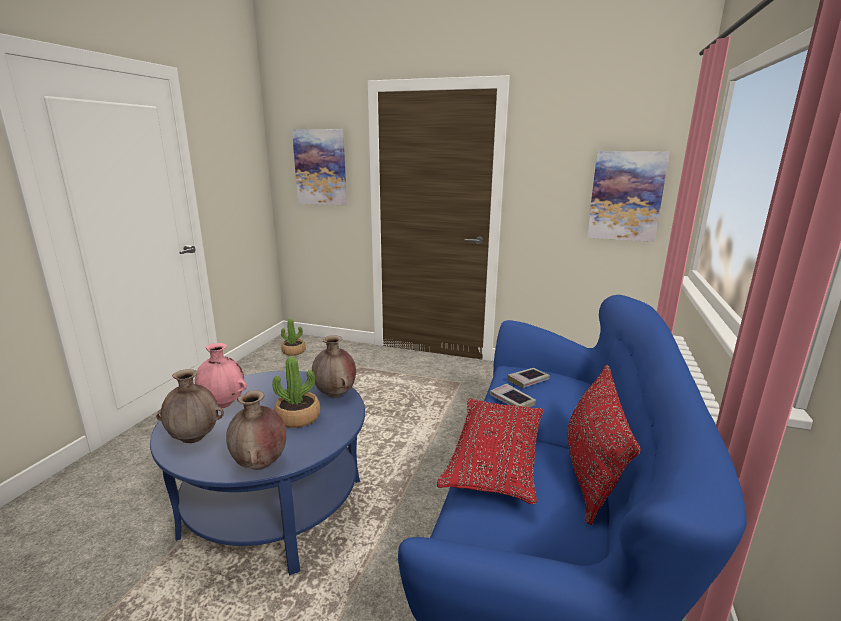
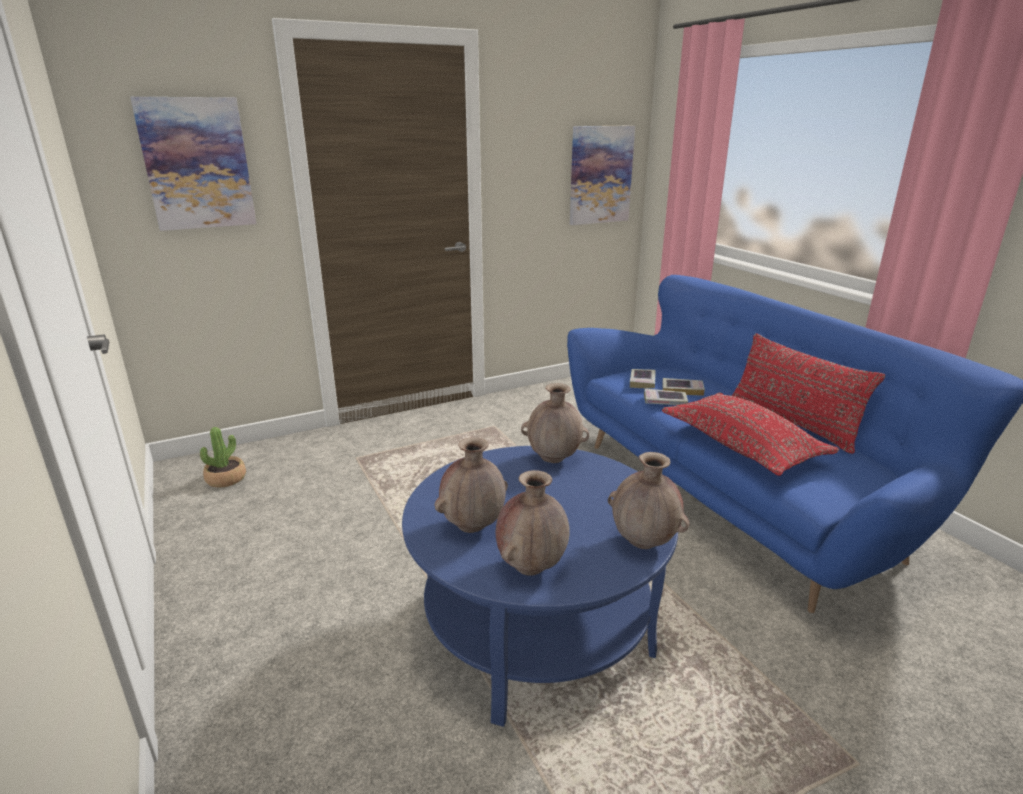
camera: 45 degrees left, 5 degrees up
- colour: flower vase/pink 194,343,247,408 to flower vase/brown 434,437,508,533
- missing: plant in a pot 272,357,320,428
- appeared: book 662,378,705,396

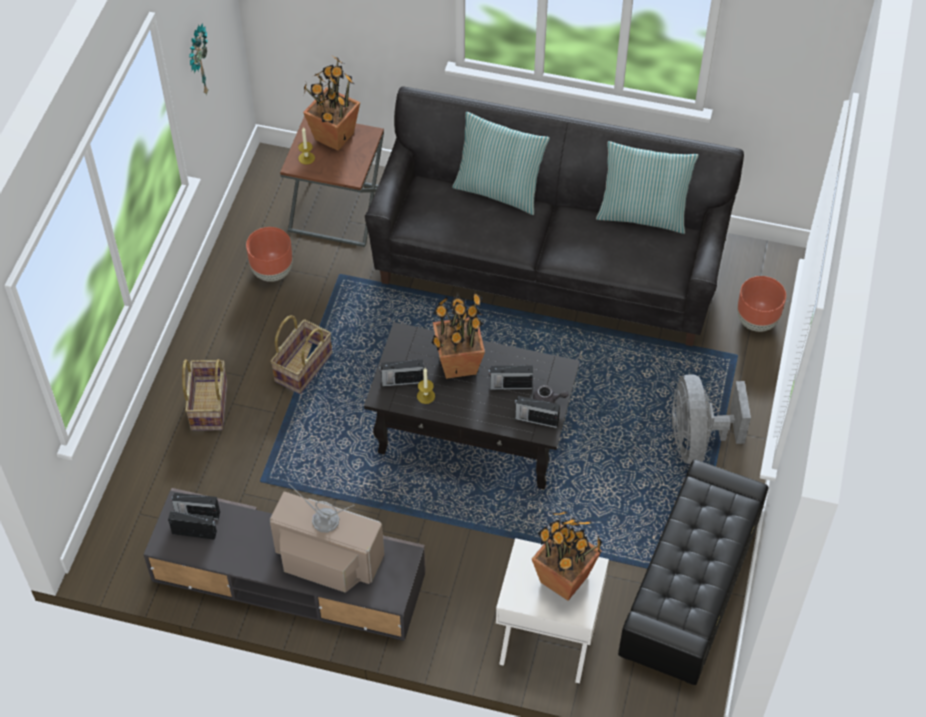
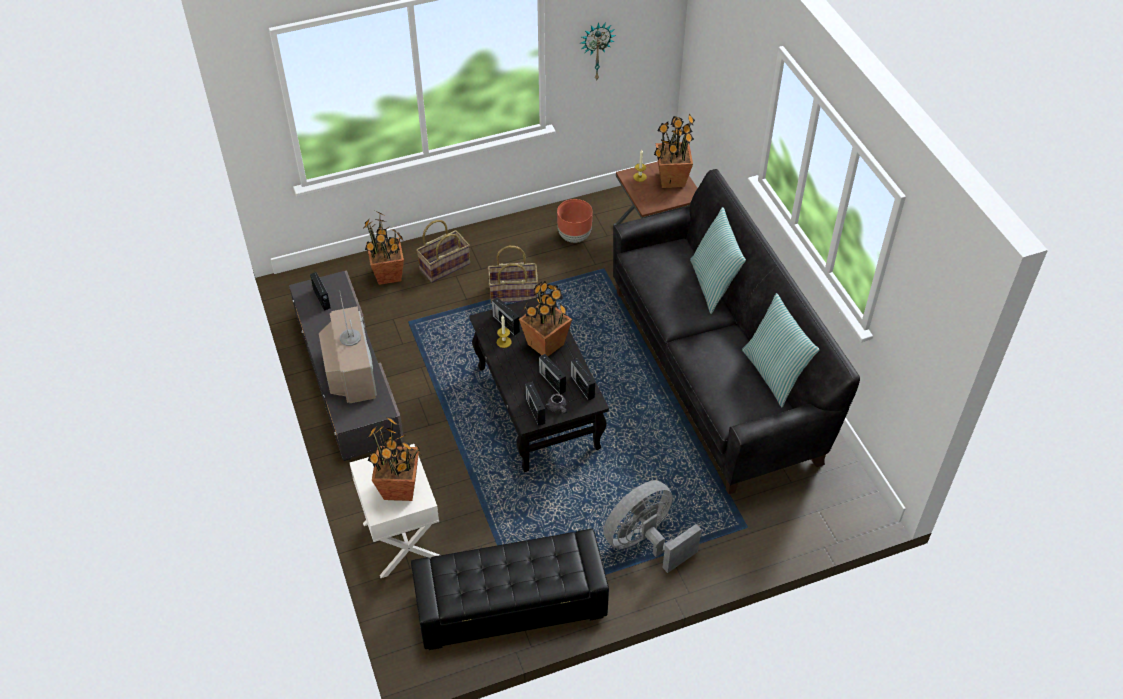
camera: 55 degrees right, 5 degrees down
- relocated: radio set 171,493,220,520 to 571,358,595,400
- missing: planter/brown 737,276,786,332
- appeared: plant in a pot 363,211,405,285

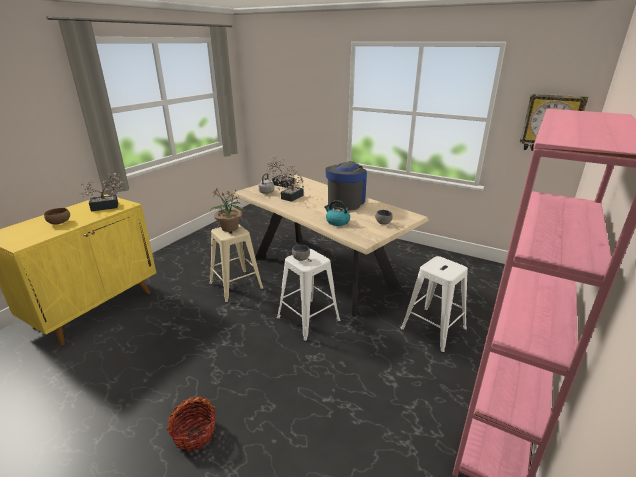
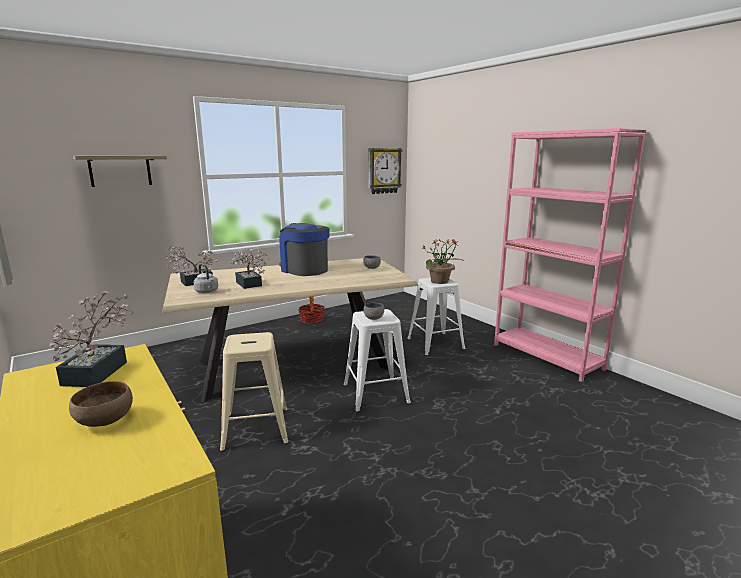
camera: 65 degrees left, 10 degrees down
- relocated: storage basket 166,396,215,452 to 298,296,325,324
- relocated: plant in a pot 210,187,244,232 to 422,239,462,284
- missing: kettle 324,200,350,226
- appeared: bracket shelf 73,155,167,187

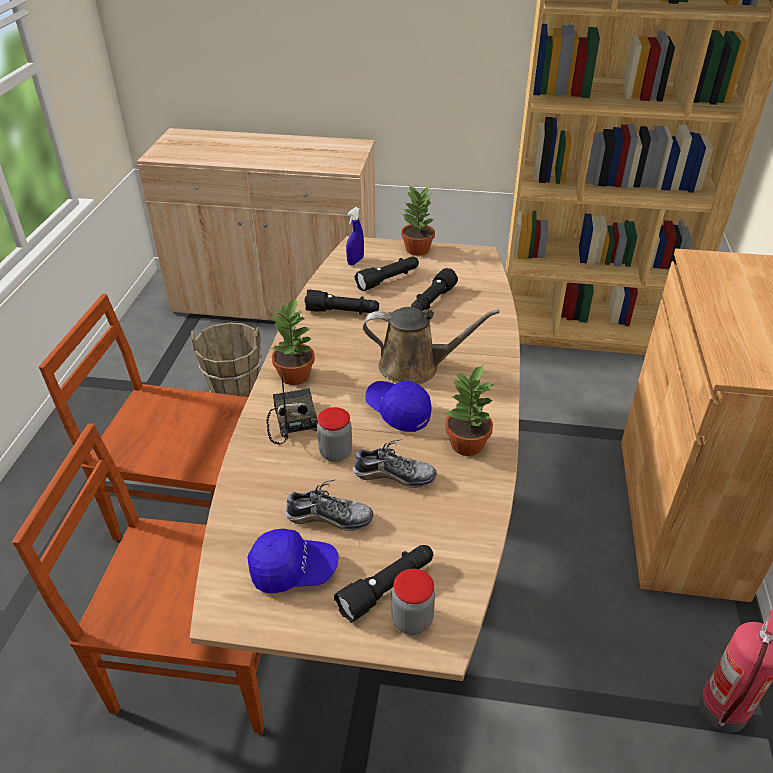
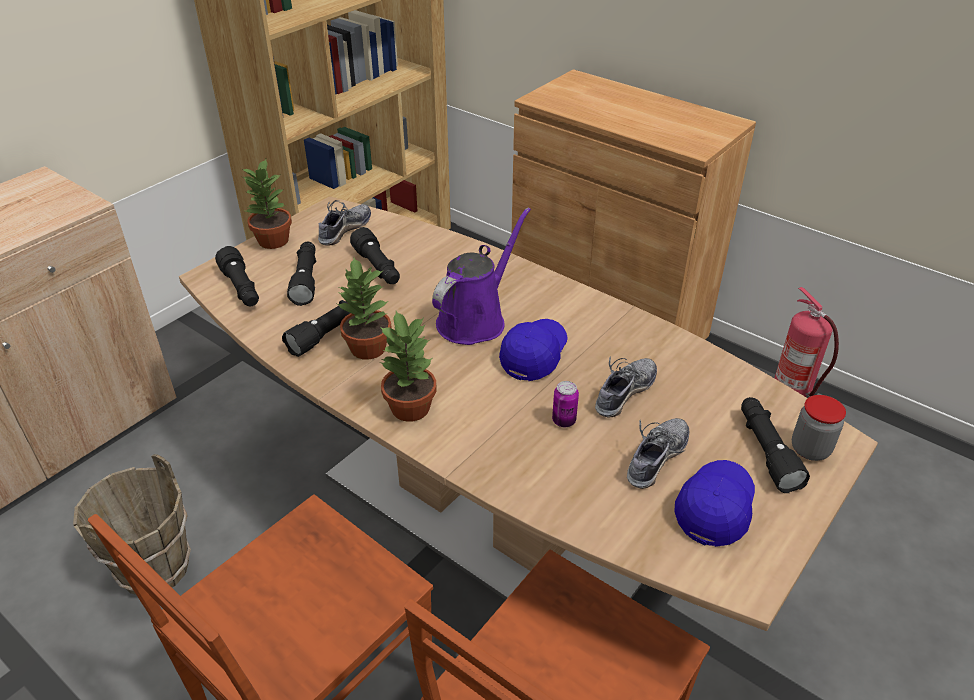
camera: 60 degrees left, 0 degrees up
- missing: radio set 267,375,318,444
- exchanged: preserve jar 317,407,352,462 to can 552,381,579,427
- exchanged: spray bottle/bluish 346,207,364,266 to torch/black-coloured 215,246,259,306
- colour: sprinkling can/brown 363,307,500,384 to sprinkling can/purple 432,207,531,345
- spun: baseball cap/bluish 365,381,432,432 = 499,319,568,381 135 degrees clockwise
- relocated: plant in a pot 445,365,494,456 to 337,258,392,360
- appeared: item of footwear 318,200,371,246

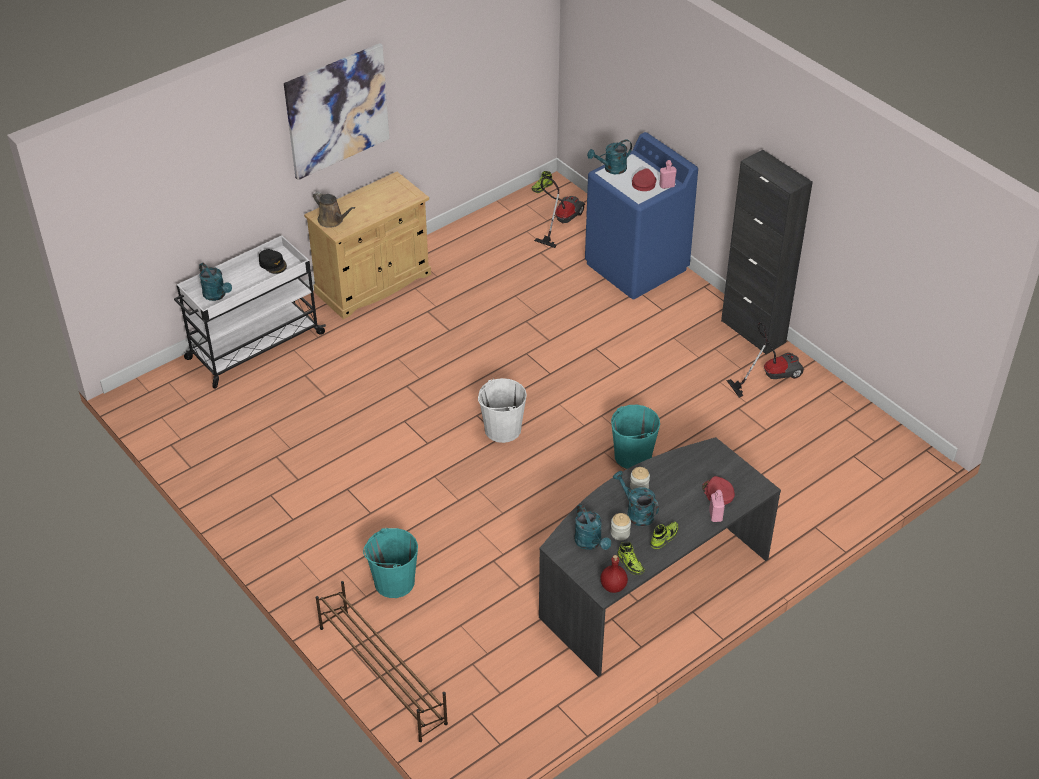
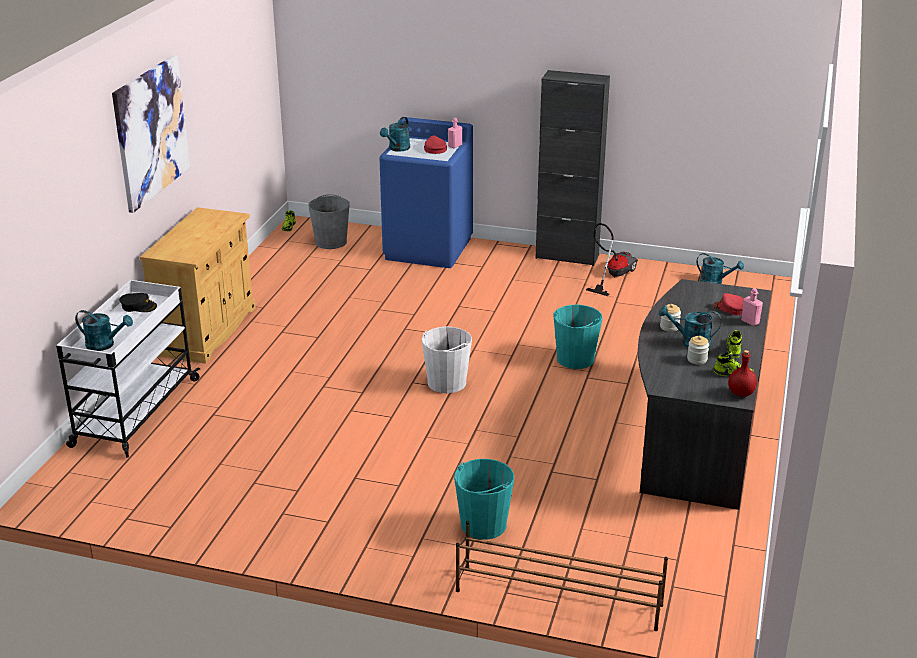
camera: 35 degrees left, 15 degrees down
- missing: sprinkling can/brown 313,192,355,228
- exchanged: vacuum cleaner 534,177,585,248 to water bucket/greyish 308,194,349,249
- relocated: sprinkling can/blue-green 574,504,611,550 to 696,253,744,284

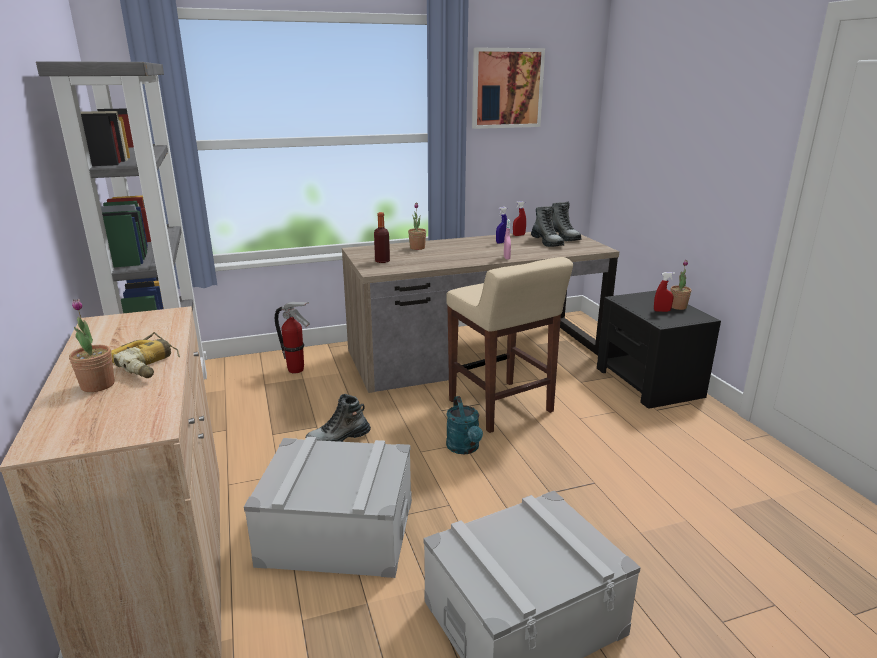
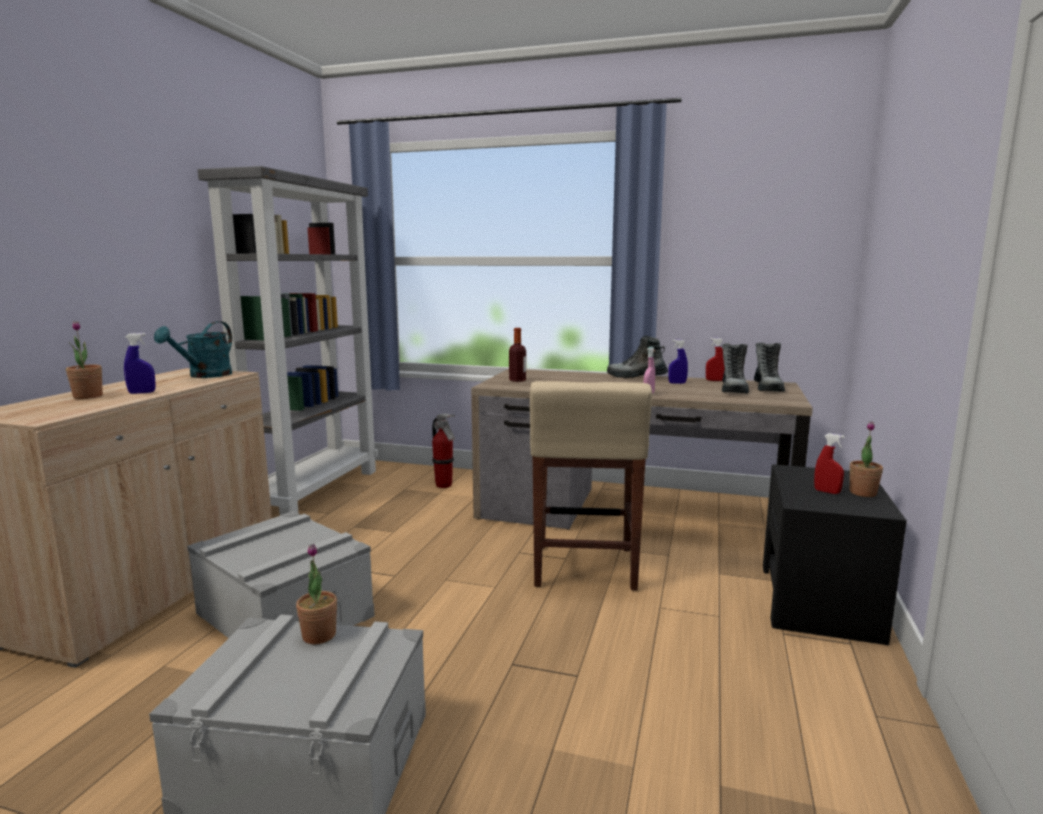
camera: 35 degrees right, 10 degrees down
- exchanged: drill 111,332,180,378 to spray bottle/bluish 124,333,155,394
- relocated: boot 306,394,371,442 to 607,336,668,379
- relocated: plant in a pot 408,203,426,250 to 296,544,337,644
- relocated: sprinkling can/blue-green 446,396,483,454 to 154,321,232,378
- missing: picture 472,47,545,129

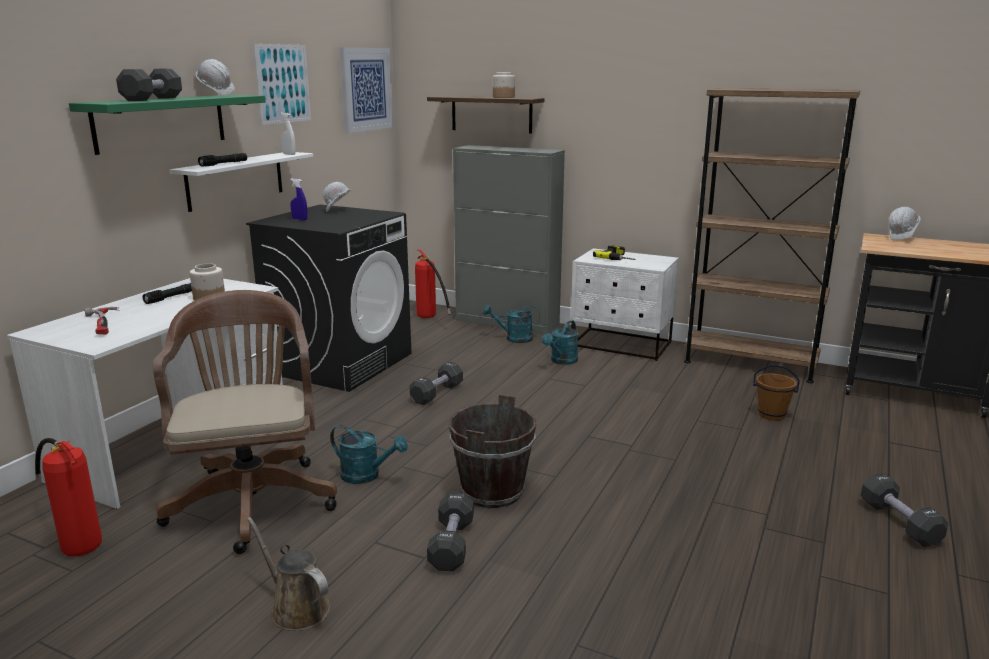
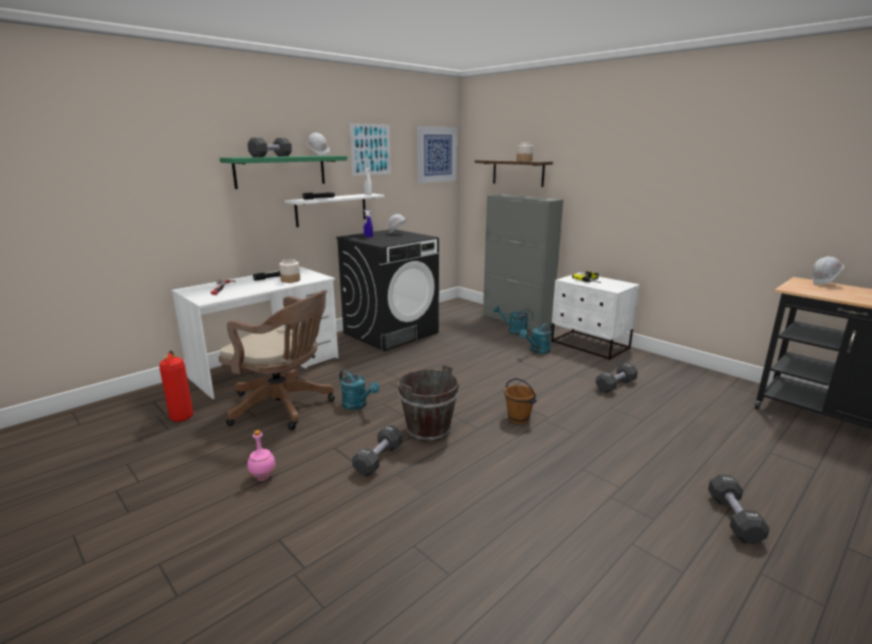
camera: 20 degrees right, 0 degrees up
- spun: computer chair/brown 153,290,337,554 = 219,290,335,430 105 degrees clockwise
- exchanged: sprinkling can/brown 247,517,330,631 to bottle/pink 248,430,276,481
- relocated: free weight/black-coloured 410,362,463,405 to 596,363,638,393
- missing: fire extinguisher 415,249,451,318
- missing: shelving unit/brown 684,88,860,383
- relocated: water bucket/brown 753,365,800,421 to 504,378,537,424

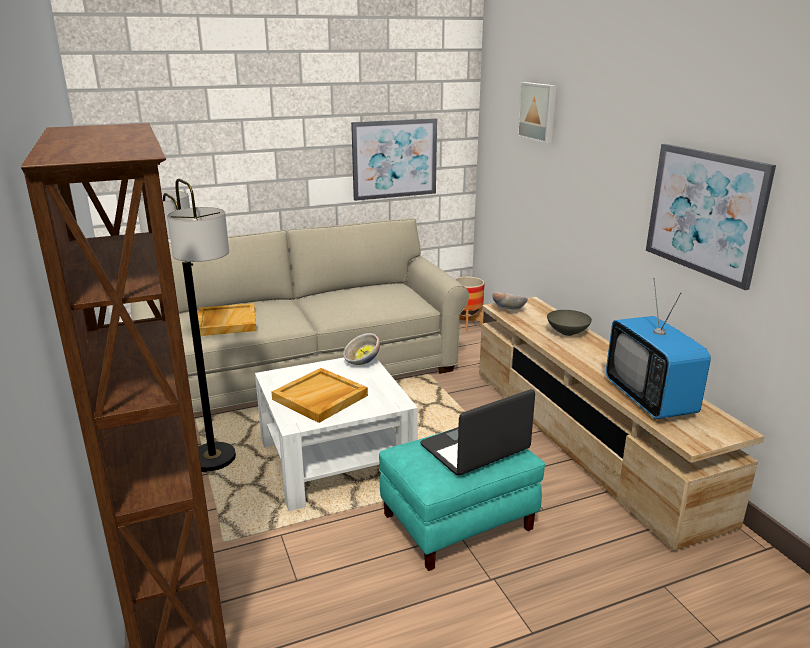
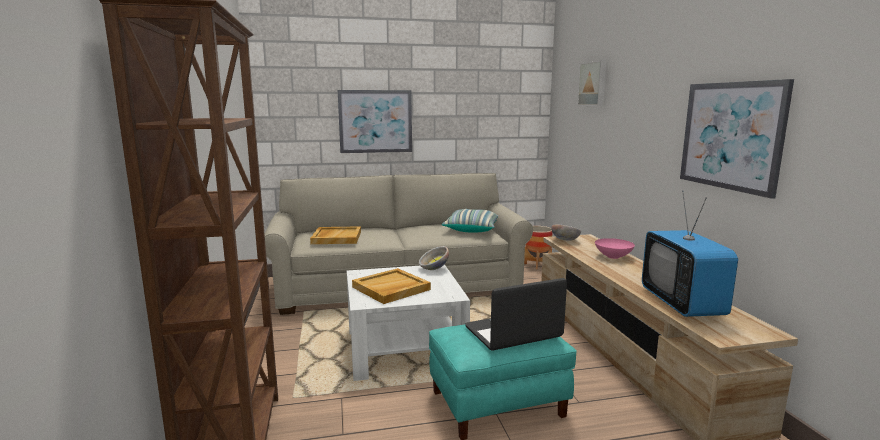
camera: 10 degrees right, 10 degrees down
- missing: standard lamp 138,179,236,472
- relocated: picture 351,118,437,201 to 338,90,412,153
- colour: serving bowl/greyish 547,310,592,336 to serving bowl/pink 595,238,635,259
- appeared: pillow 442,209,498,233

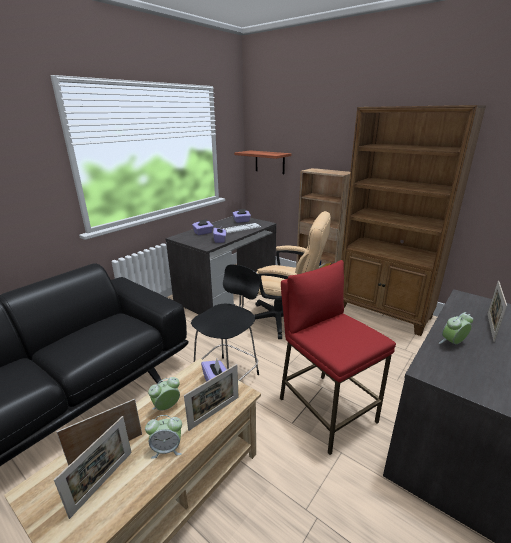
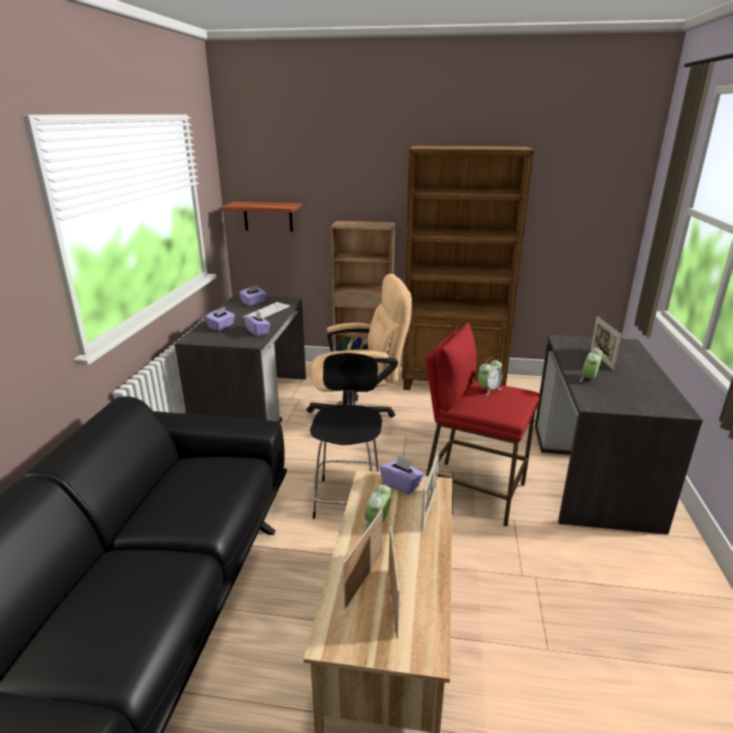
camera: 30 degrees left, 0 degrees up
- relocated: table clock 145,415,182,459 to 478,358,502,396

